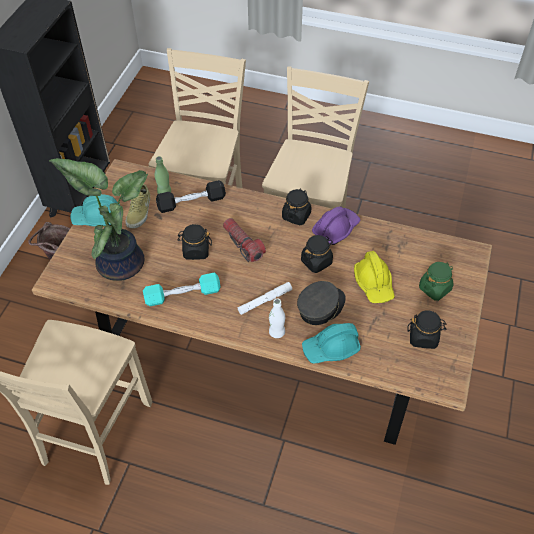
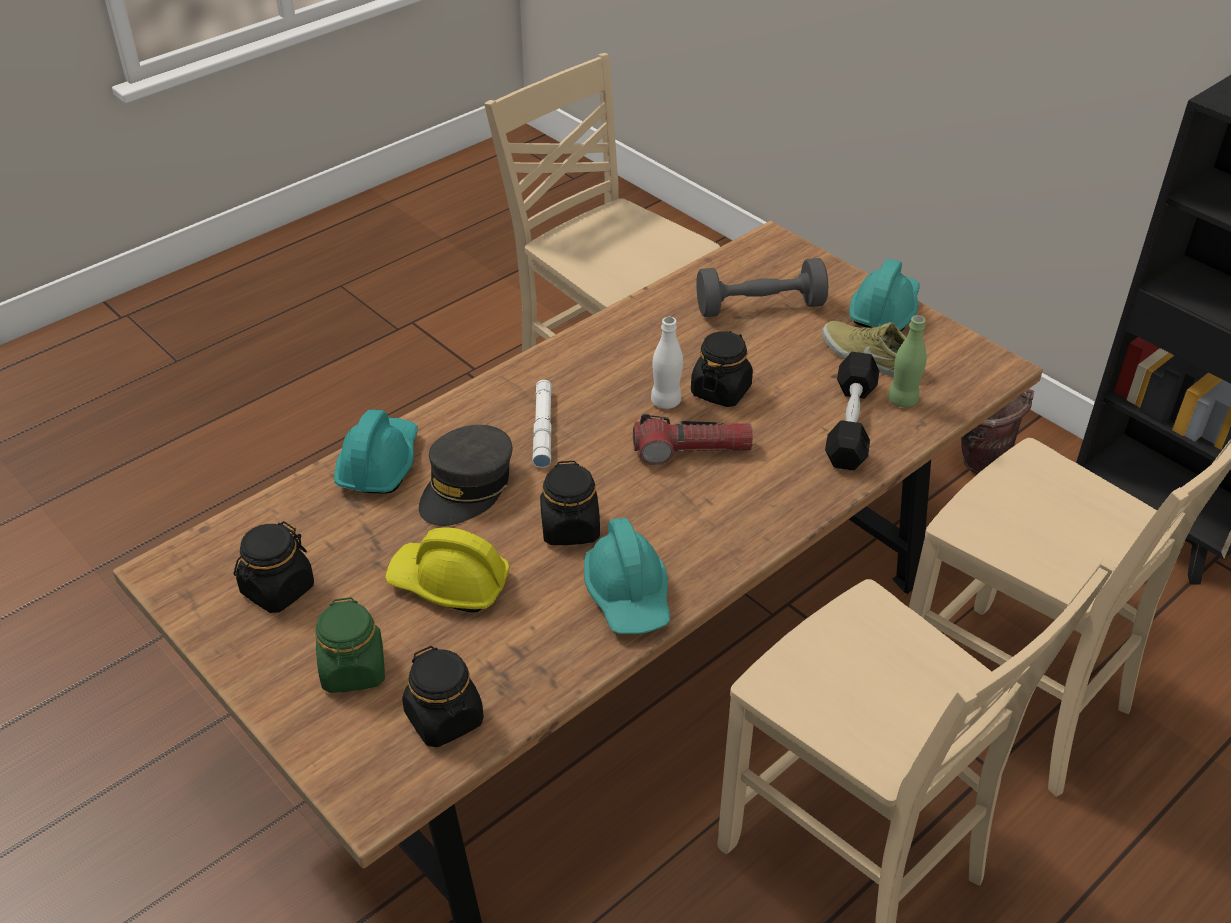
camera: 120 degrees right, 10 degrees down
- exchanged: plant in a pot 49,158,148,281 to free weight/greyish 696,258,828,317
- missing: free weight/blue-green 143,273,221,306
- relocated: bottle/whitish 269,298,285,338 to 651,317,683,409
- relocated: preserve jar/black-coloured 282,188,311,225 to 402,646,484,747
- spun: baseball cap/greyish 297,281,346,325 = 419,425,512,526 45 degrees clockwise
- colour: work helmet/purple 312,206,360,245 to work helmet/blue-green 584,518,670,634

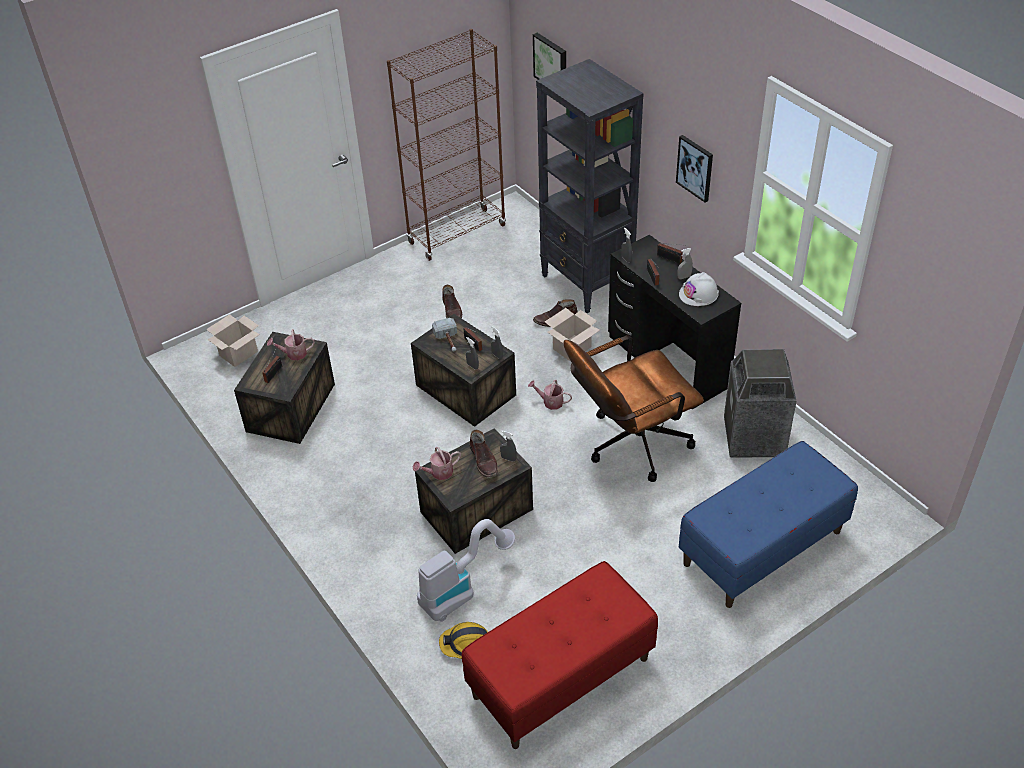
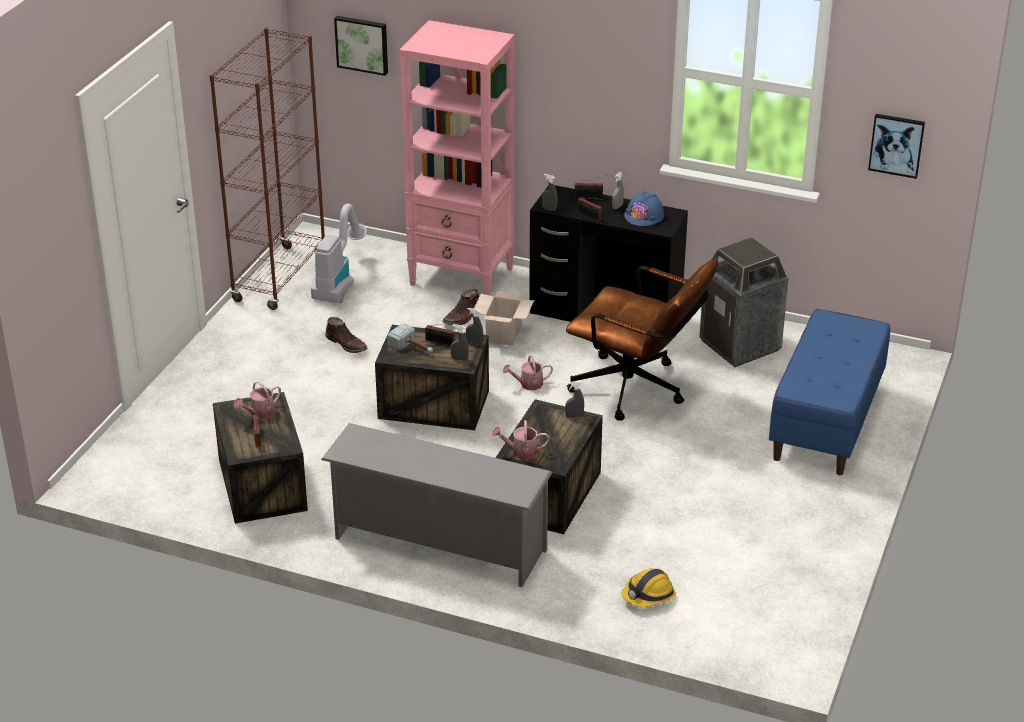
camera: 35 degrees left, 10 degrees down
- missing: carton 206,314,260,367
- spun: sprinkling can 413,447,461,480 = 492,420,550,459 60 degrees clockwise
- relocated: vacuum cleaner 417,519,515,622 to 311,203,367,303
- missing: bench/reddish 462,561,658,749
- missing: boot/brown 470,430,498,478
- colour: shelving unit/black-coloured 536,59,644,313 to shelving unit/pink 399,20,515,296
- spun: computer chair/brown 564,335,704,482 = 566,259,718,421 90 degrees counterclockwise
- relocated: picture 676,135,713,203 to 868,114,925,179
- colour: work helmet/whitish 679,272,719,306 to work helmet/bluish 624,191,664,226
- appeared: shoe rack/greyish 321,423,553,587

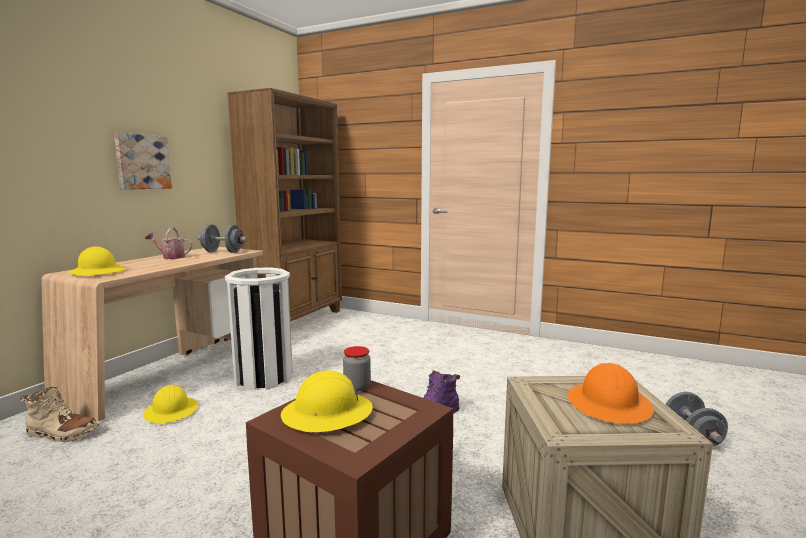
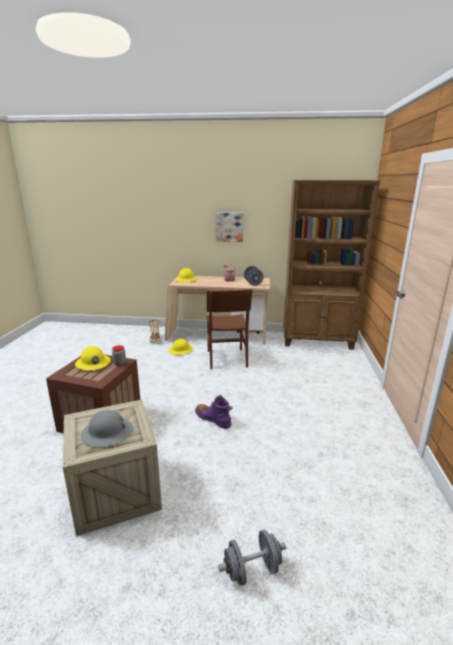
camera: 70 degrees right, 10 degrees up
- exchanged: rubbish bin/whitish 225,268,293,390 to plain chair/brown 206,289,252,369
- colour: work helmet/orange-coloured 568,363,654,424 to work helmet/greyish 81,410,134,447

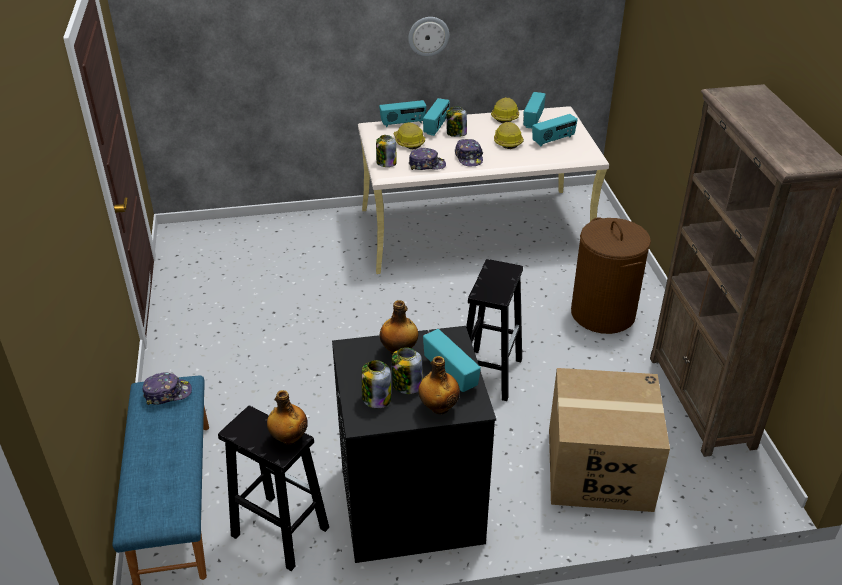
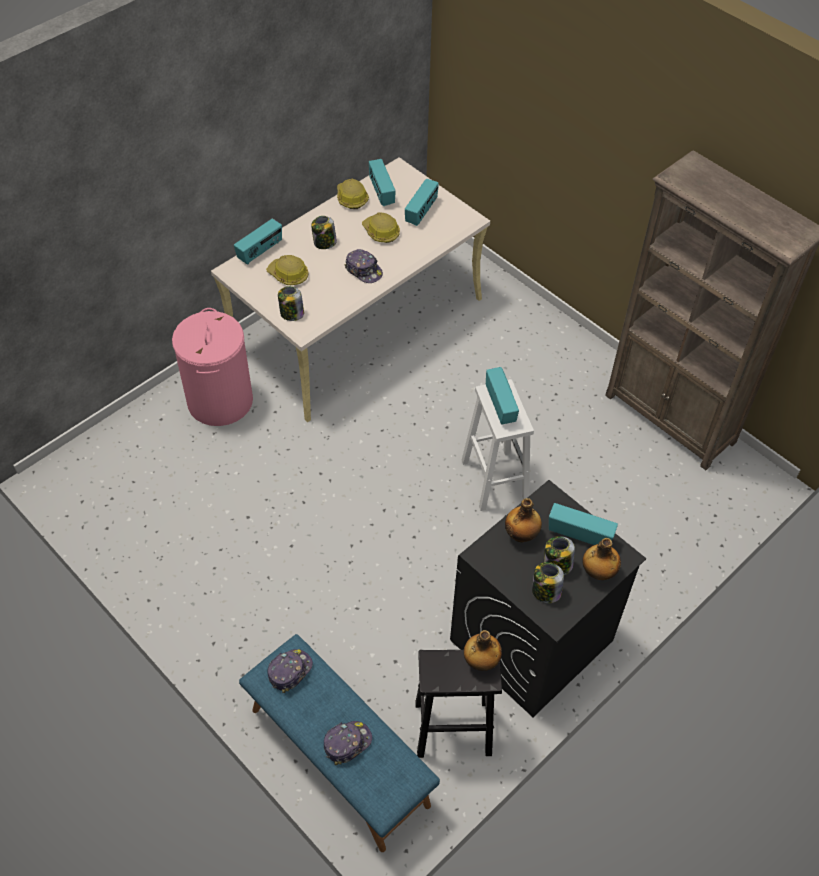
camera: 35 degrees left, 15 degrees up
- missing: hanging clock 408,17,449,57
- relocated: baseball cap 408,148,446,170 to 324,721,372,765
- relocated: radio set 423,98,450,136 to 486,367,519,424
- colour: stool/black-coloured 466,259,523,401 to stool/whitish 462,379,534,511
- missing: carton 549,368,670,512
- missing: washing basket/brown 571,217,651,334
- appeared: washing basket/pink 172,308,253,426

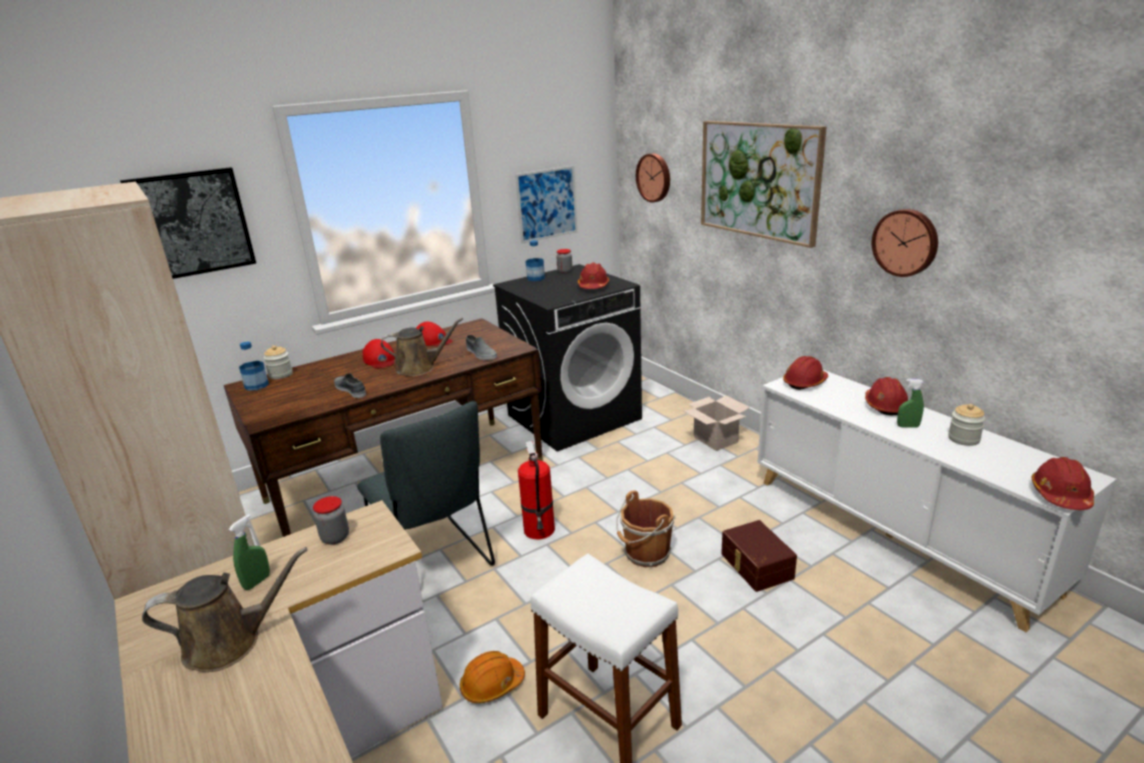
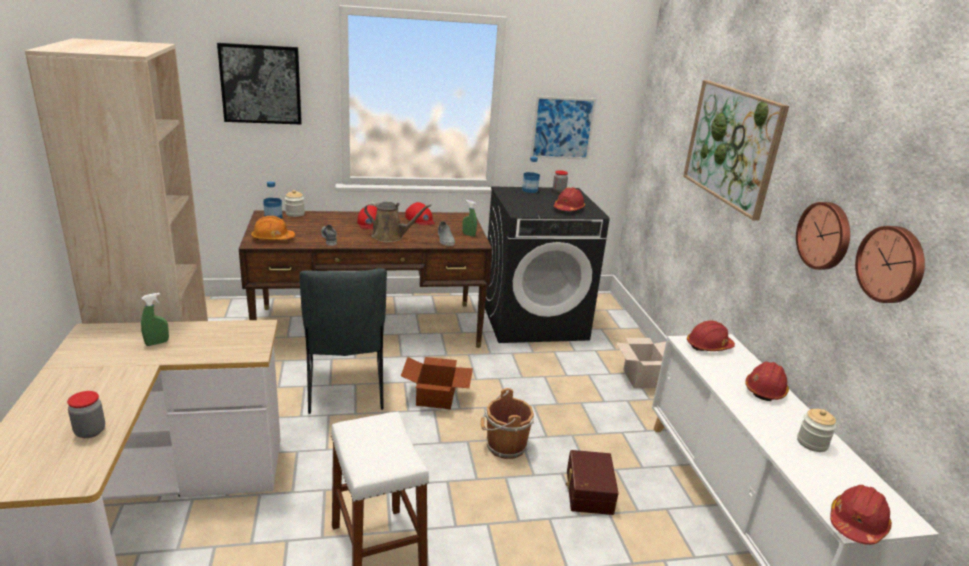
camera: 20 degrees right, 0 degrees up
- missing: sprinkling can/brown 142,547,307,672
- relocated: preserve jar 313,496,349,545 to 67,391,105,438
- relocated: work helmet/orange-coloured 460,651,525,703 to 251,216,295,240
- exchanged: fire extinguisher 518,441,555,540 to carton 401,357,473,409
- relocated: hanging clock 636,153,670,203 to 855,226,925,303
- relocated: spray bottle/green 897,379,924,428 to 462,200,477,237

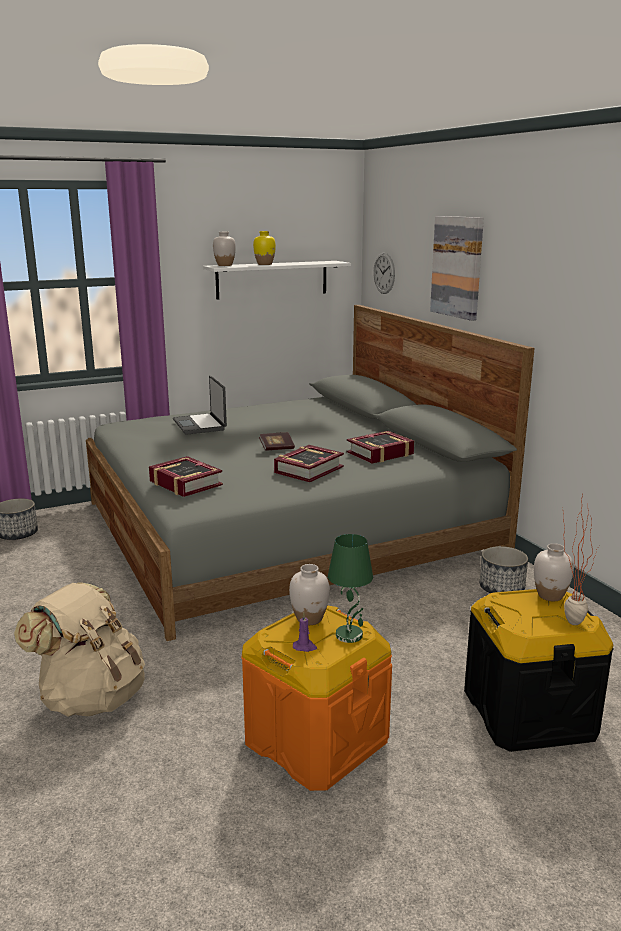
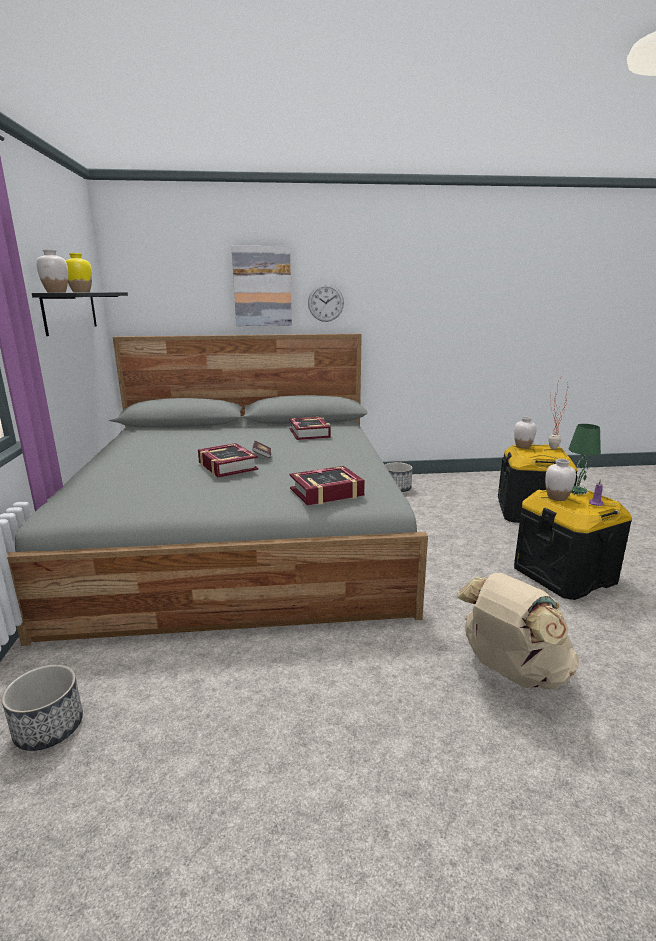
camera: 70 degrees left, 0 degrees up
- missing: portable computer 173,376,227,435
- colour: bracket shelf/whitish 203,261,351,300 to bracket shelf/black-coloured 32,292,128,336
- colour: storage container/orange-coloured 241,605,392,791 to storage container/black-coloured 514,490,632,600
- relocated: book 274,445,344,482 to 198,443,258,478
- relocated: hanging clock 373,252,395,294 to 308,284,344,322

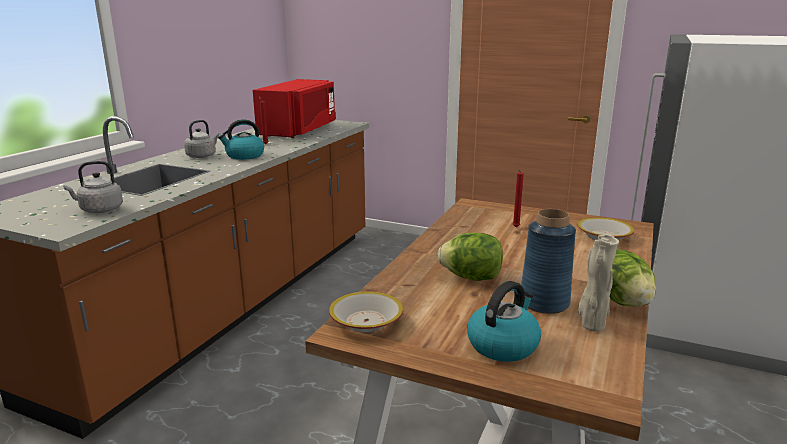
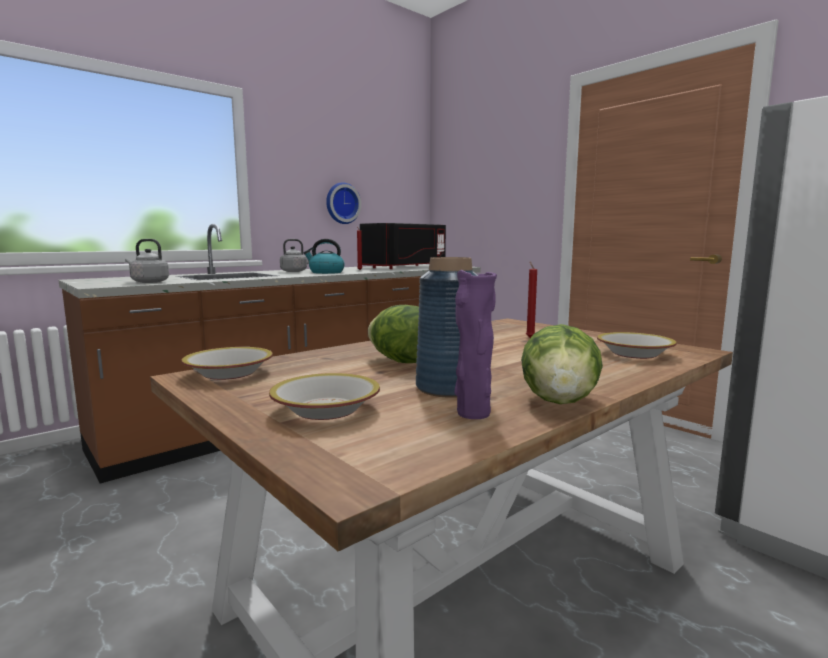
camera: 25 degrees right, 10 degrees down
- colour: microwave oven/reddish 253,79,336,138 to microwave oven/black-coloured 360,223,446,269
- exchanged: kettle 467,281,541,362 to serving bowl 269,373,380,420
- colour: flower vase/beige-coloured 578,234,619,332 to flower vase/purple 454,270,497,419
- appeared: hanging clock 326,182,361,224

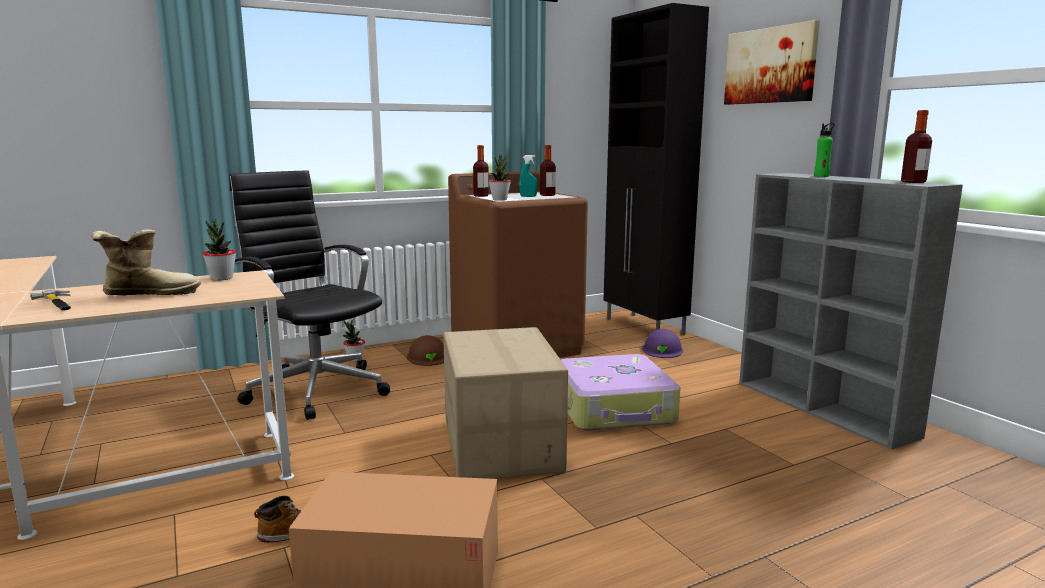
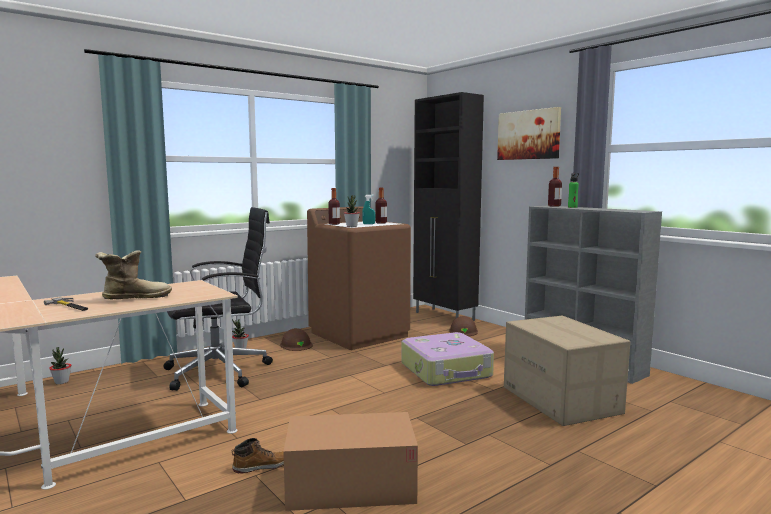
camera: 10 degrees left, 5 degrees down
- relocated: plant in a pot 203,219,236,280 to 49,347,71,384
- spun: computer chair/black-coloured 229,170,390,420 = 163,207,273,391 120 degrees clockwise
- relocated: carton 443,327,568,479 to 504,315,630,426
- colour: work helmet/purple 642,329,683,358 to work helmet/brown 449,316,478,336
- relocated: bottle 901,110,932,183 to 548,167,562,207

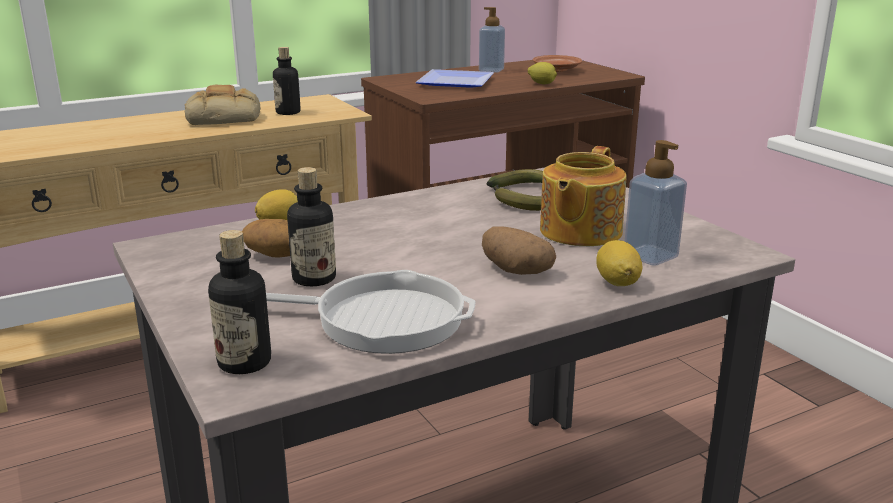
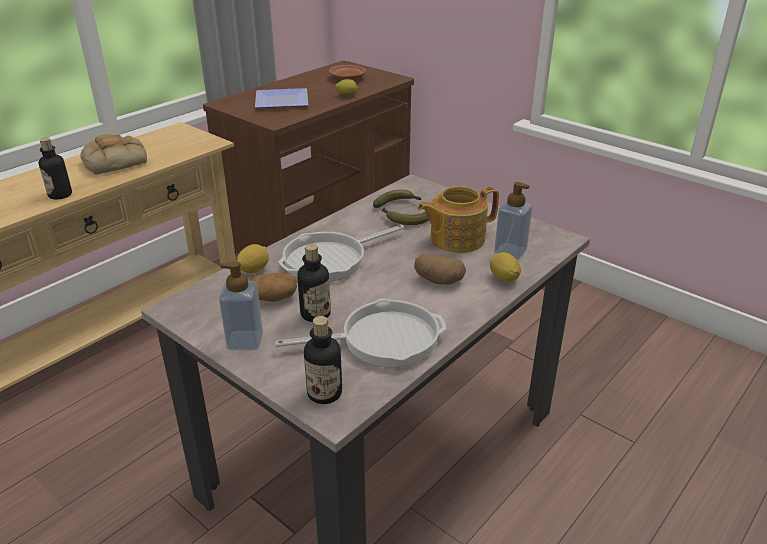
camera: 20 degrees left, 10 degrees up
- relocated: bottle 273,47,301,115 to 38,138,72,200
- relocated: soap dispenser 479,7,505,73 to 219,262,263,350
- spun: pot for tea 540,146,627,246 = 418,186,499,253 60 degrees clockwise
- appeared: skillet 278,225,404,282

